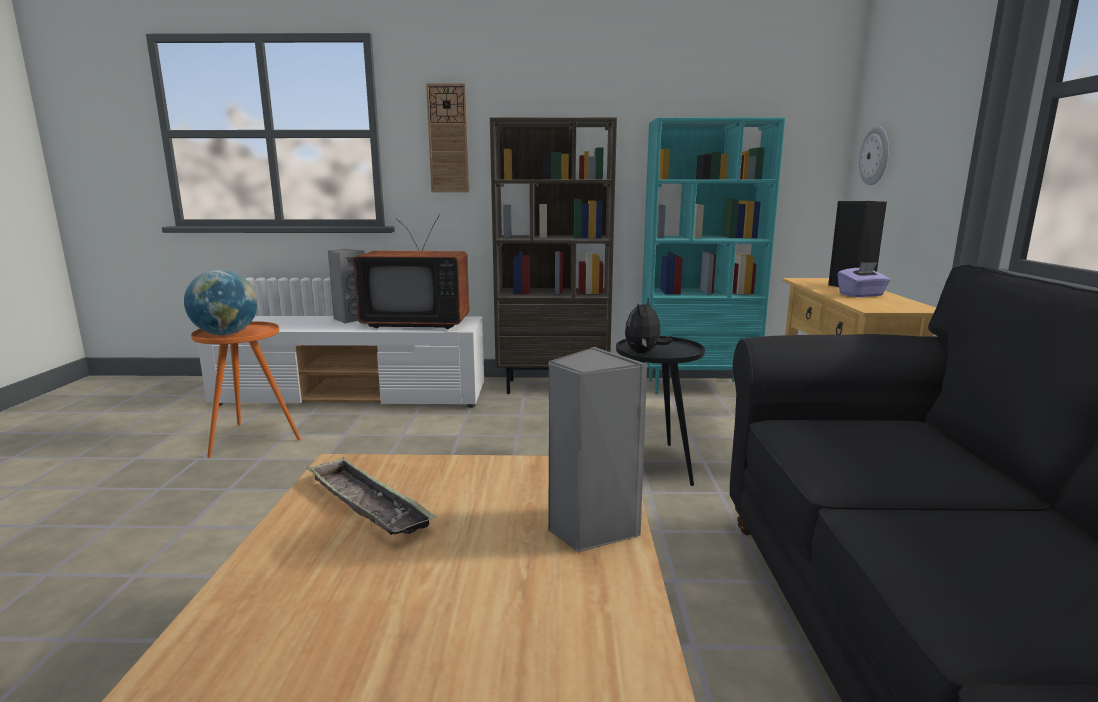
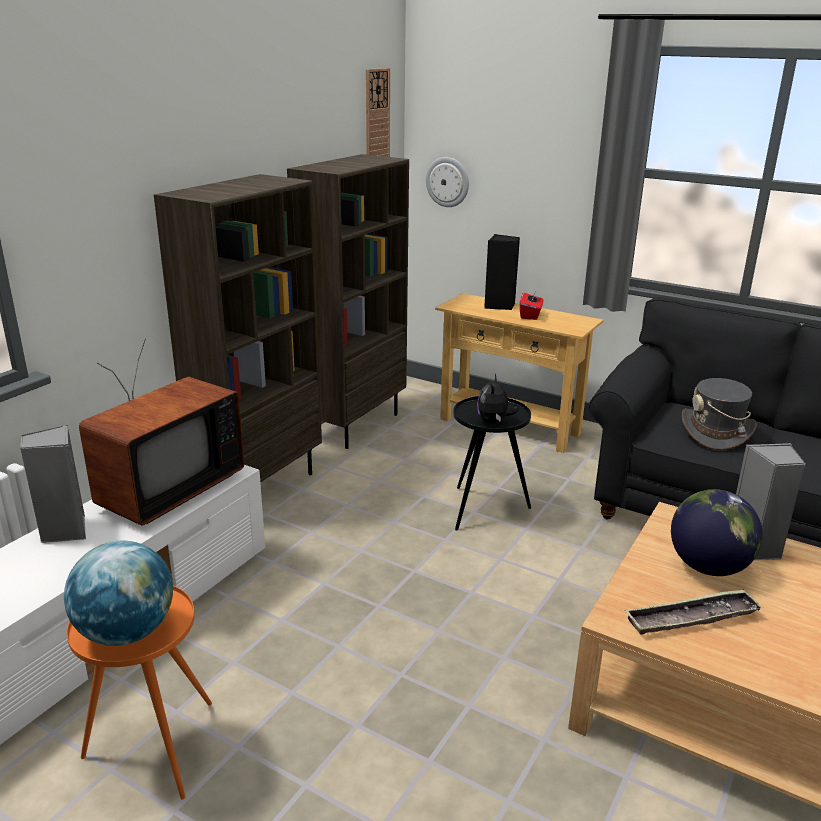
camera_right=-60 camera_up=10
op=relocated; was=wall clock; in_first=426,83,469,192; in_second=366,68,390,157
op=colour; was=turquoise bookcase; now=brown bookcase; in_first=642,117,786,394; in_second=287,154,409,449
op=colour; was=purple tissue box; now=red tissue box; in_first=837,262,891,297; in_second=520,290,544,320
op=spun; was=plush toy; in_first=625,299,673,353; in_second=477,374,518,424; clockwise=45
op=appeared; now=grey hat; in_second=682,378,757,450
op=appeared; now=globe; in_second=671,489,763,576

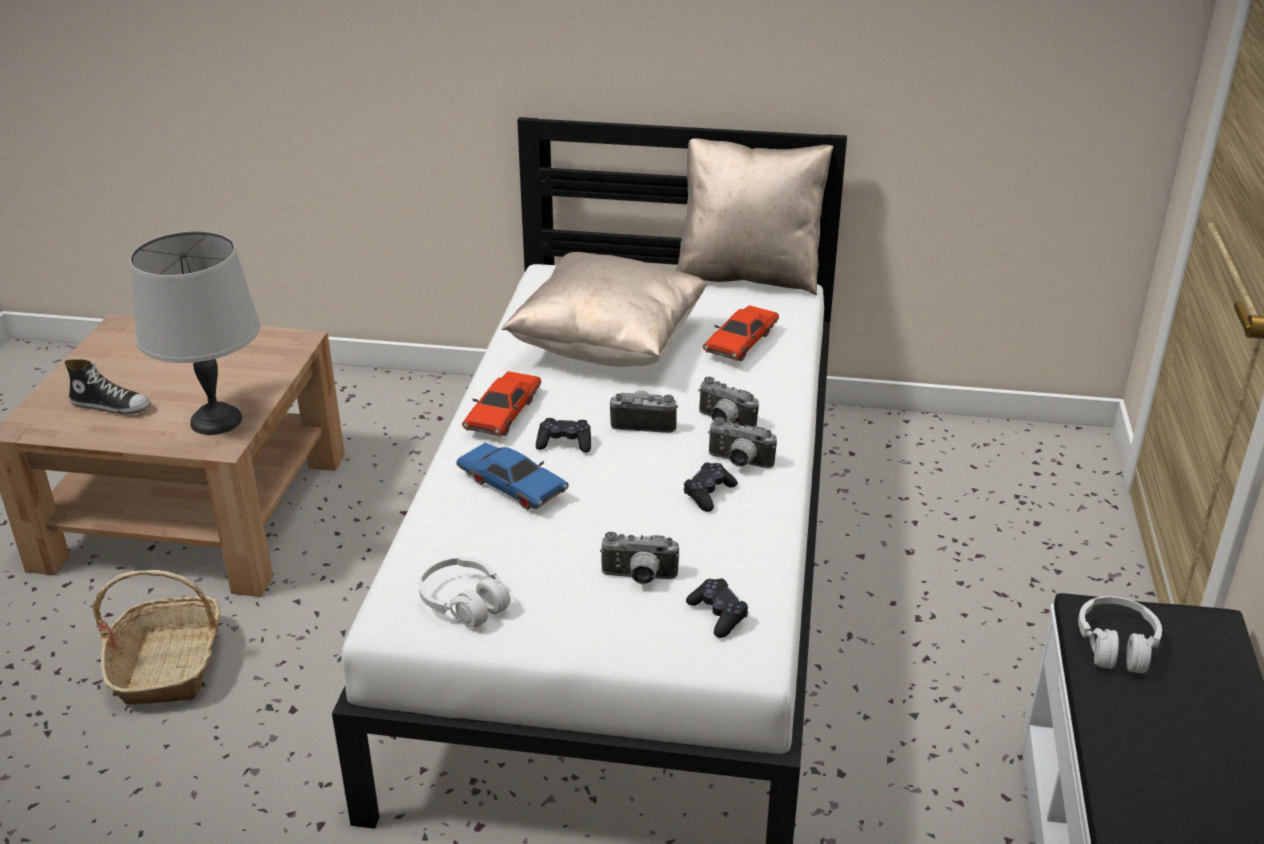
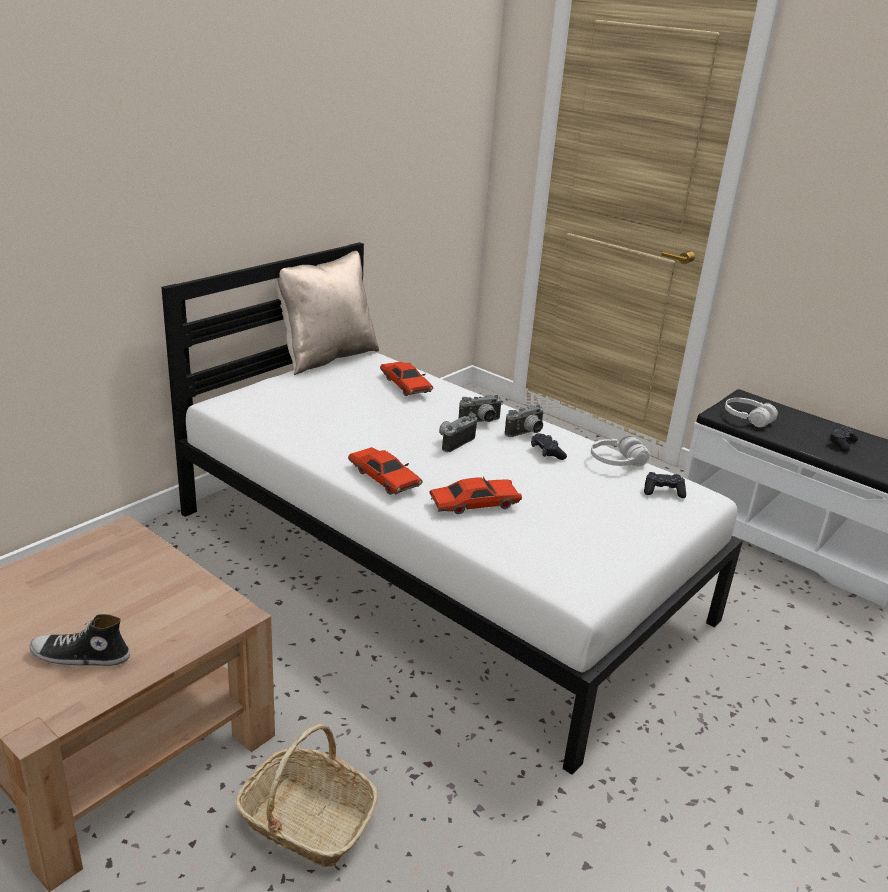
camera_right=-60 camera_up=-5
op=missing; was=grey table lamp; in_first=130,231,260,435
op=missing; was=beige pillow; in_first=501,252,707,367
op=spun; was=shoe; in_first=65,359,152,414; in_second=29,614,130,666; clockwise=-135
op=relocated; was=black game controller; in_first=536,418,591,452; in_second=829,425,858,452
op=colour; was=blue toy car; now=red toy car; in_first=456,443,569,510; in_second=429,477,522,514
op=missing; was=photo camera; in_first=600,532,680,585
op=relocated; was=white headphones; in_first=419,557,510,628; in_second=591,436,649,466

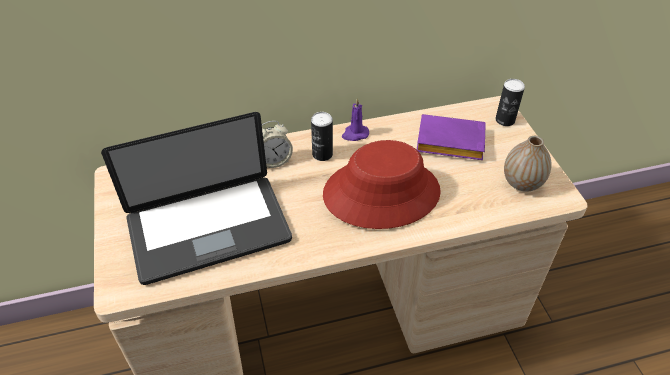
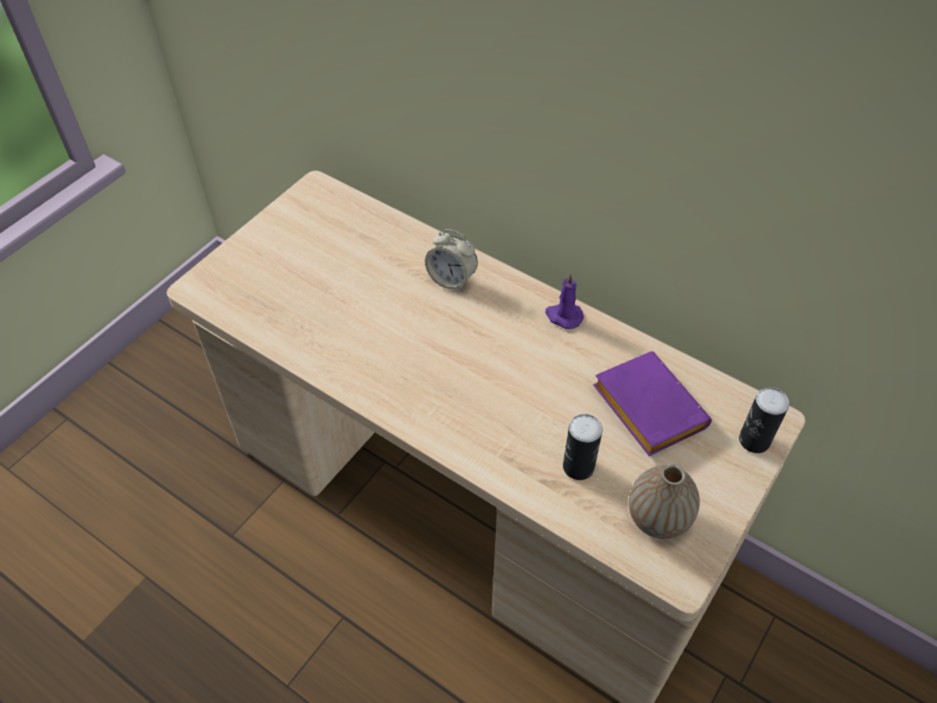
camera_right=50 camera_up=5
op=missing; was=laptop; in_first=101,112,292,285
op=relocated; was=can; in_first=311,112,333,161; in_second=563,414,603,480
op=missing; was=red hat; in_first=323,140,441,229

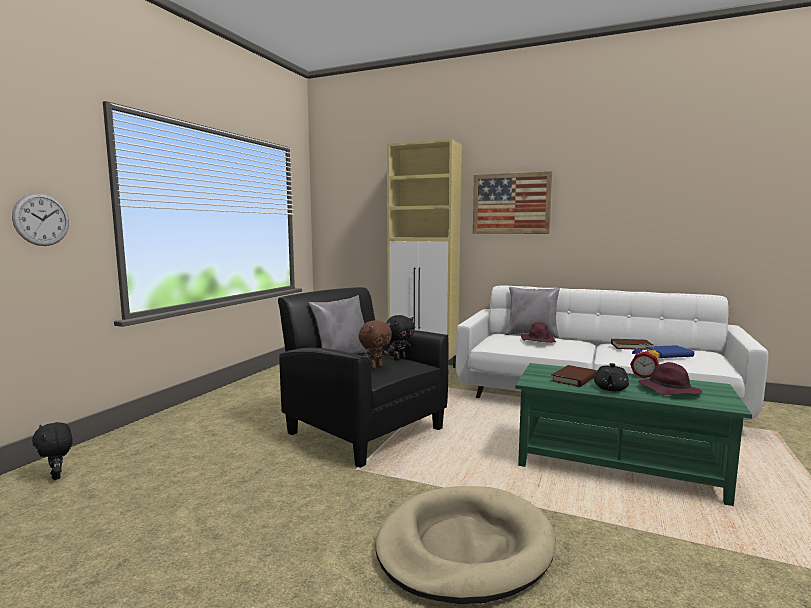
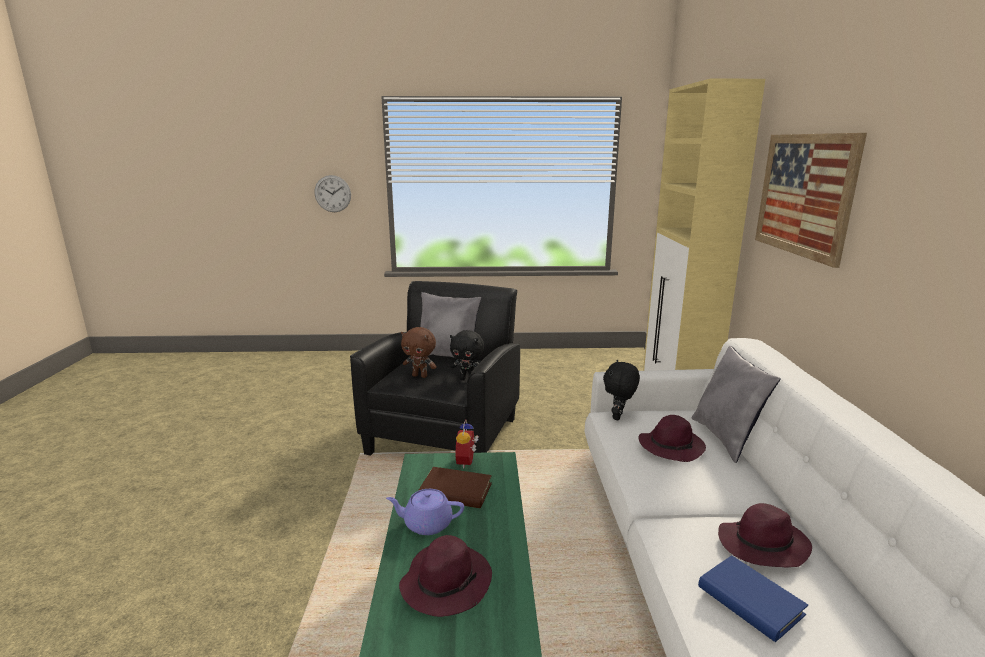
camera_right=65 camera_up=10
op=exchanged; was=brown book; now=purple hat; in_first=611,339,653,350; in_second=718,503,812,567
op=relocated; was=alarm clock; in_first=630,344,659,378; in_second=455,419,479,469
op=colour; was=black teapot; now=purple teapot; in_first=594,363,629,391; in_second=386,489,464,535
op=relocated; was=black plush toy; in_first=32,422,73,480; in_second=603,360,640,420
op=missing; was=beige dog bed; in_first=376,486,556,604

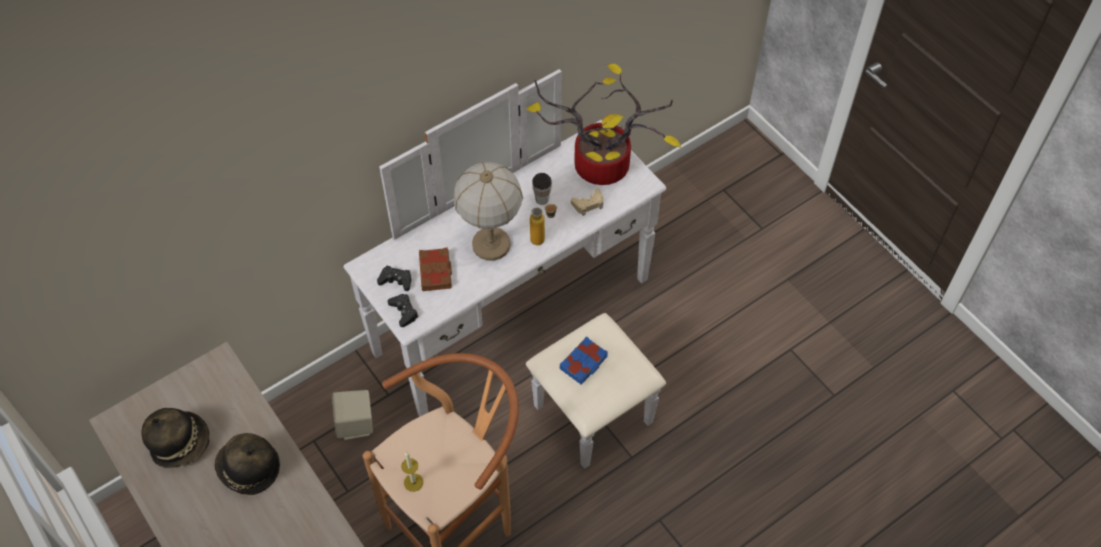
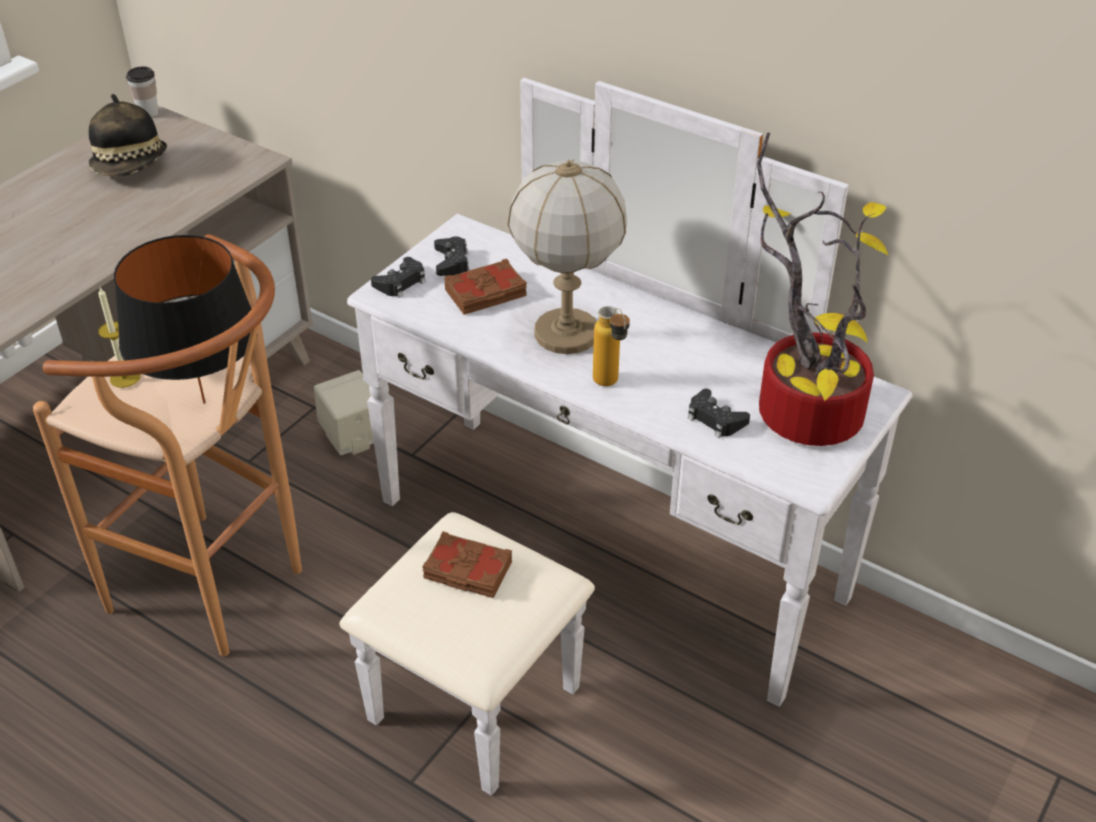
camera_right=70 camera_up=-15
op=relocated; was=cup; in_first=533,173,552,205; in_second=126,67,158,118
op=colour; was=beige game controller; now=black game controller; in_first=571,188,603,216; in_second=688,389,750,438
op=colour; was=blue book; now=brown book; in_first=560,336,608,385; in_second=422,531,512,598
op=missing; was=hat; in_first=215,433,280,495
op=appeared; now=black table lamp; in_second=114,235,258,404

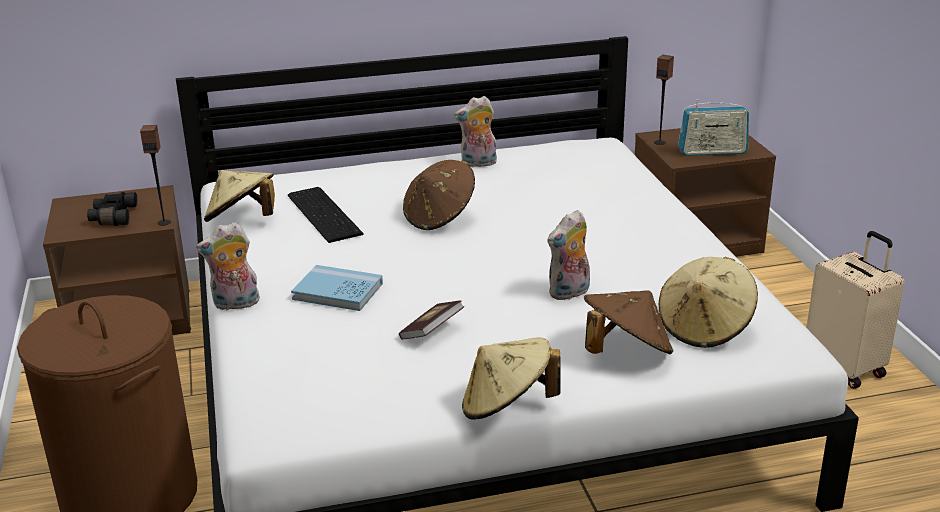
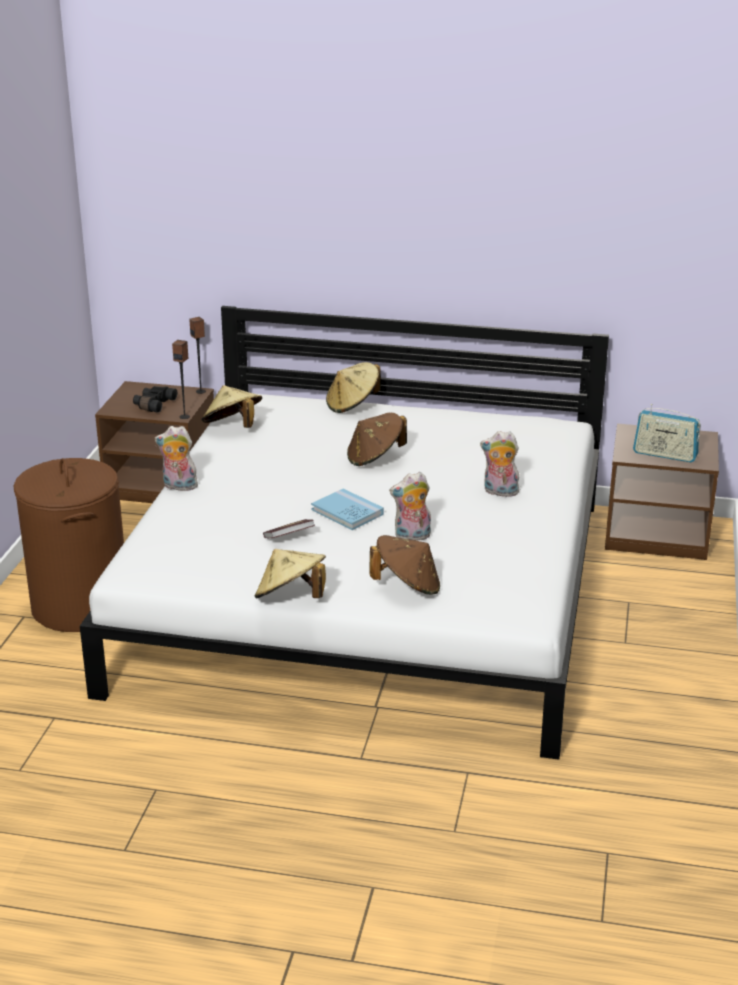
camera_right=25 camera_up=0
op=relocated; was=speaker; in_first=654,55,674,145; in_second=189,317,206,394
op=relocated; was=plush toy; in_first=454,96,497,167; in_second=480,431,519,497
op=missing; was=keyboard; in_first=288,187,364,243
op=missing; was=beige suitcase; in_first=806,231,905,389
op=relocated; was=beige hat; in_first=658,257,758,348; in_second=326,362,381,413
op=relocated; was=blue book; in_first=291,265,383,311; in_second=311,489,384,530

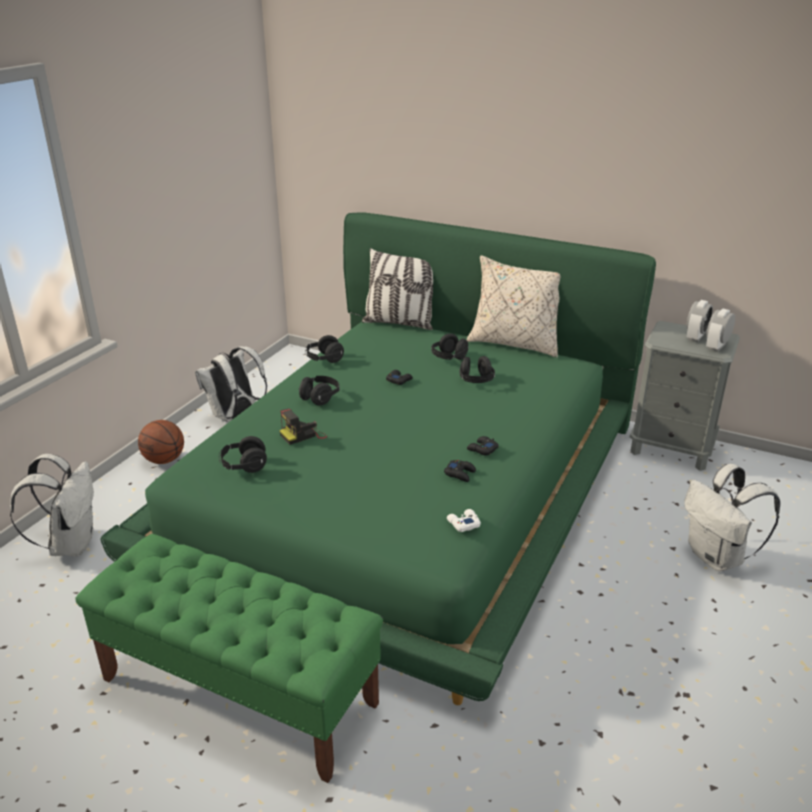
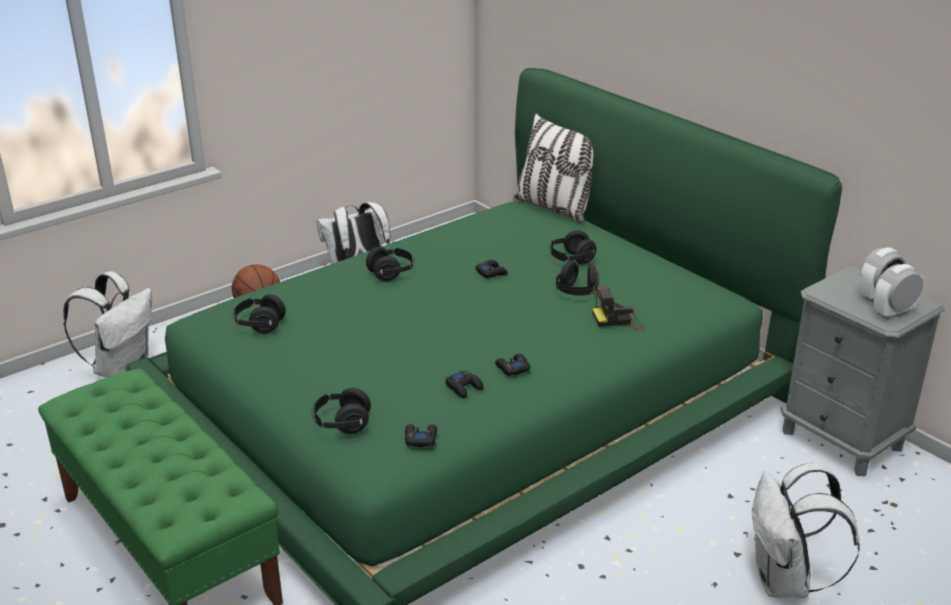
camera_right=25 camera_up=0
op=missing; was=beige pillow; in_first=467,256,560,358
op=relocated; was=black headphones; in_first=305,335,344,363; in_second=312,388,371,434
op=relocated; was=photo camera; in_first=279,408,327,445; in_second=592,286,643,329
op=colour; was=white game controller; now=black game controller; in_first=447,509,481,532; in_second=405,424,437,447

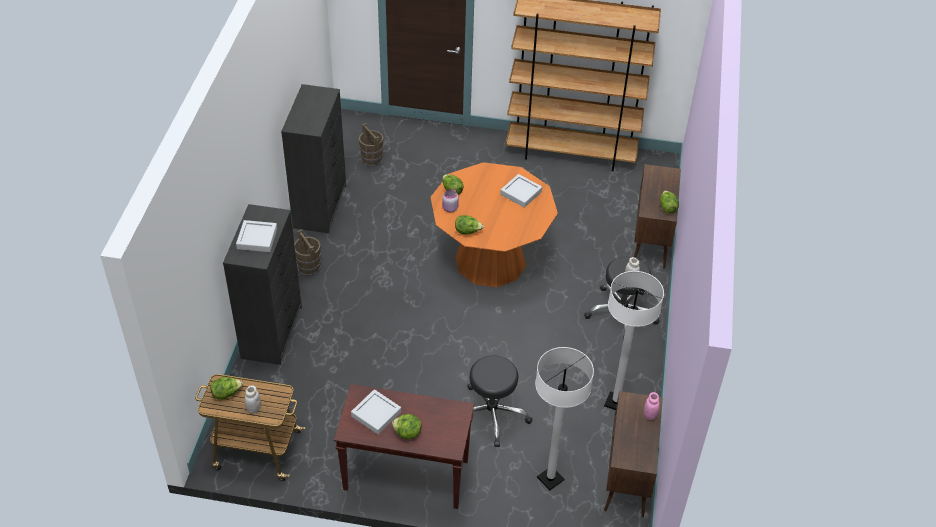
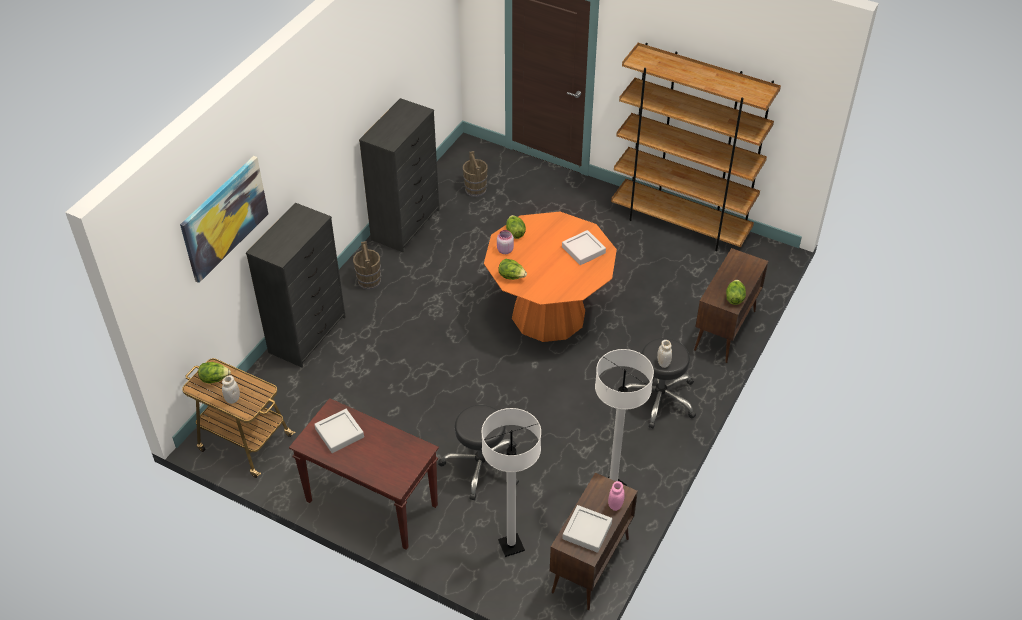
camera_right=20 camera_up=0
op=relocated; was=grey tray; in_first=236,220,277,252; in_second=562,505,612,553
op=missing; was=lettuce; in_first=392,414,422,439
op=appeared; now=picture; in_second=180,156,268,283

